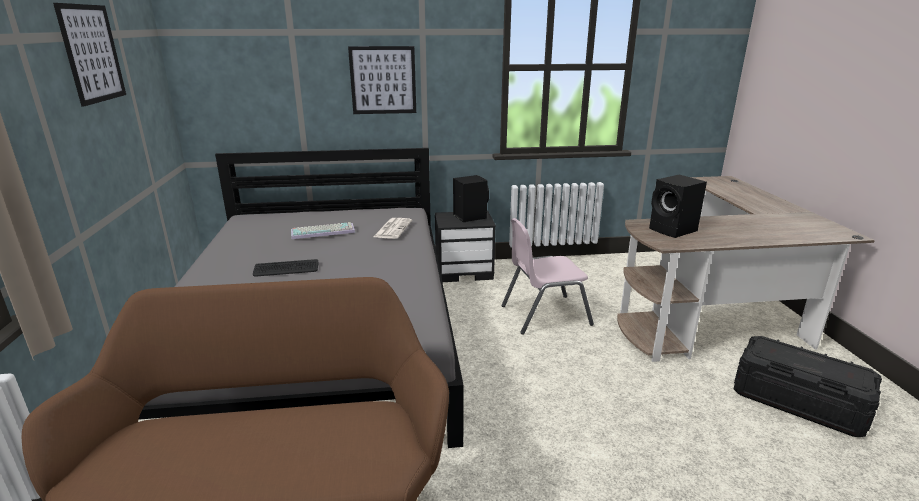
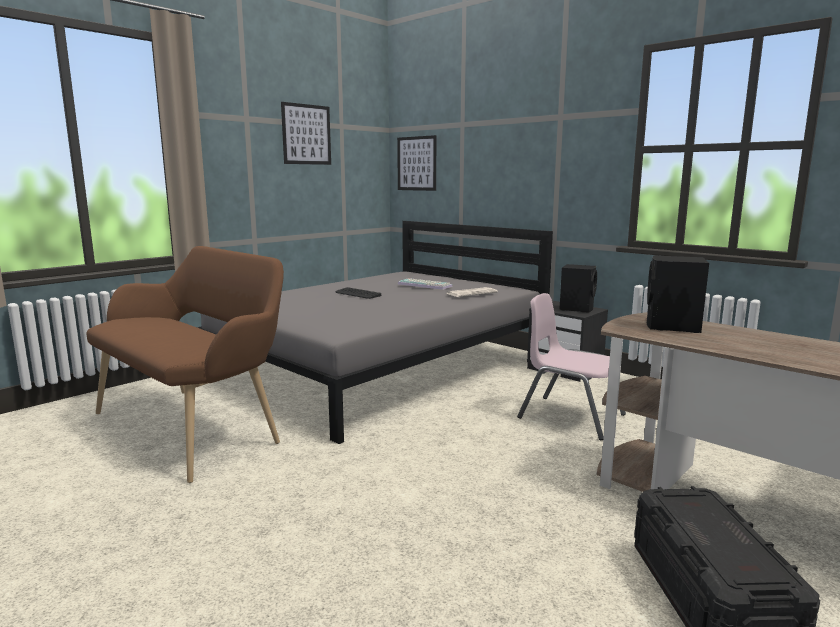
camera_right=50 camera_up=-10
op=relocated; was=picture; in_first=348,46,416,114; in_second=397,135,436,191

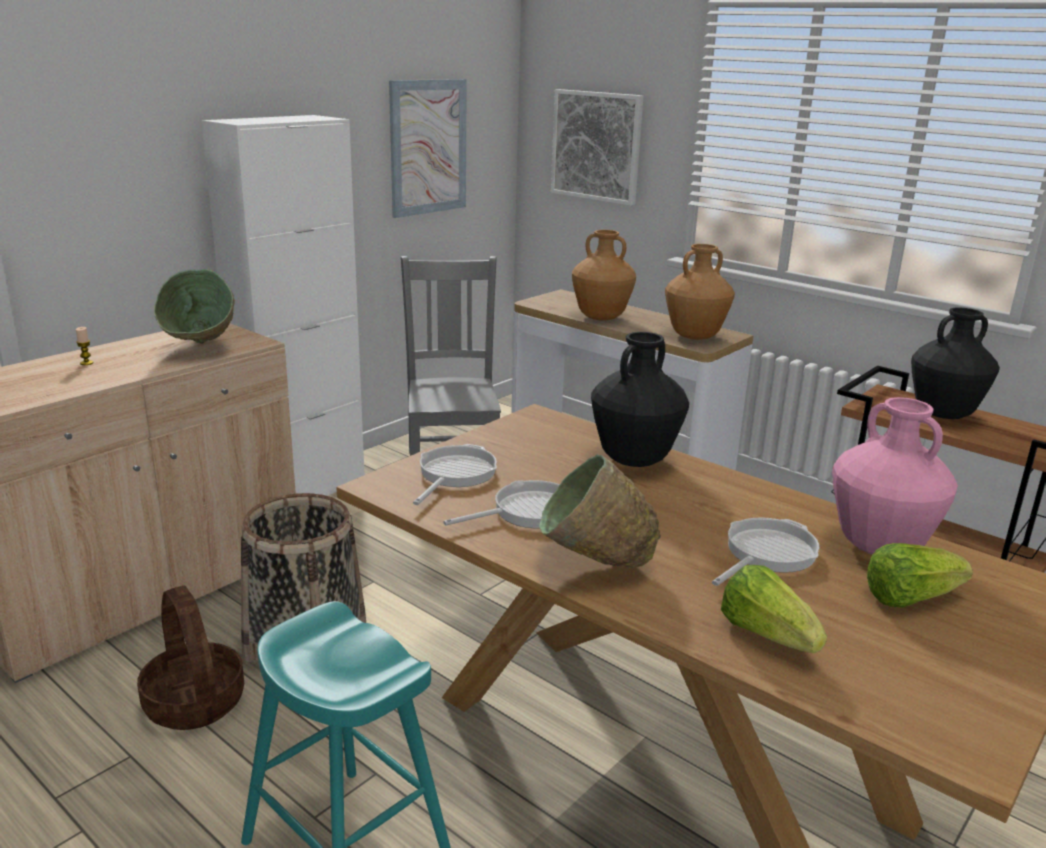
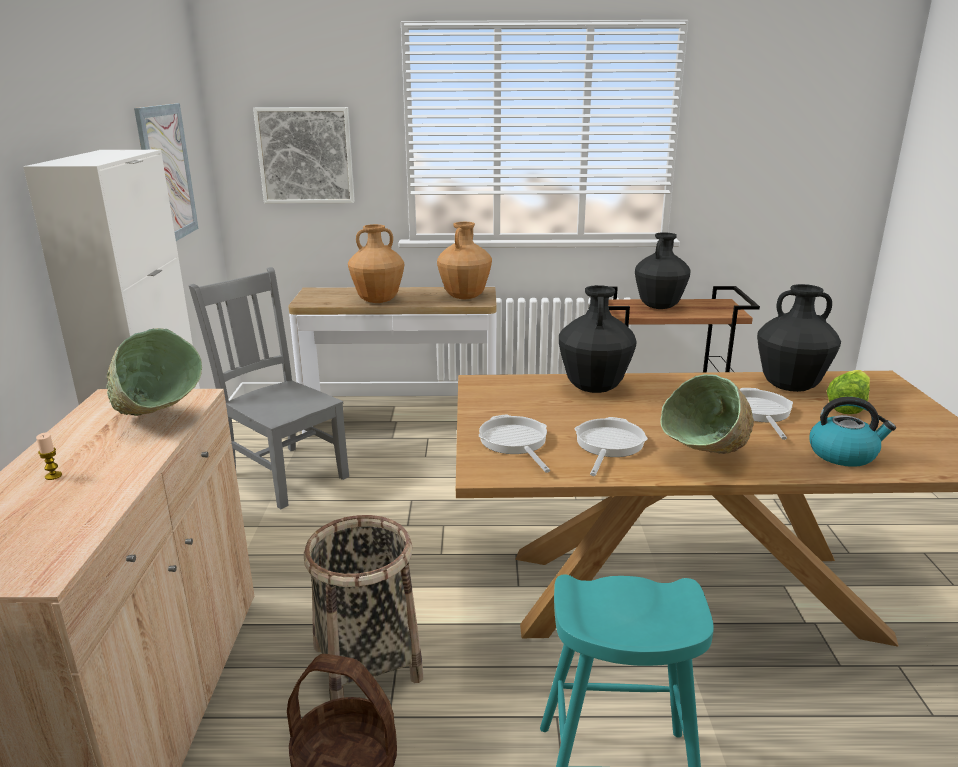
camera_right=-40 camera_up=0
op=colour; was=pink vase; now=black vase; in_first=832,397,958,555; in_second=757,284,841,392
op=exchanged; was=lettuce; now=kettle; in_first=721,565,827,653; in_second=809,397,896,467

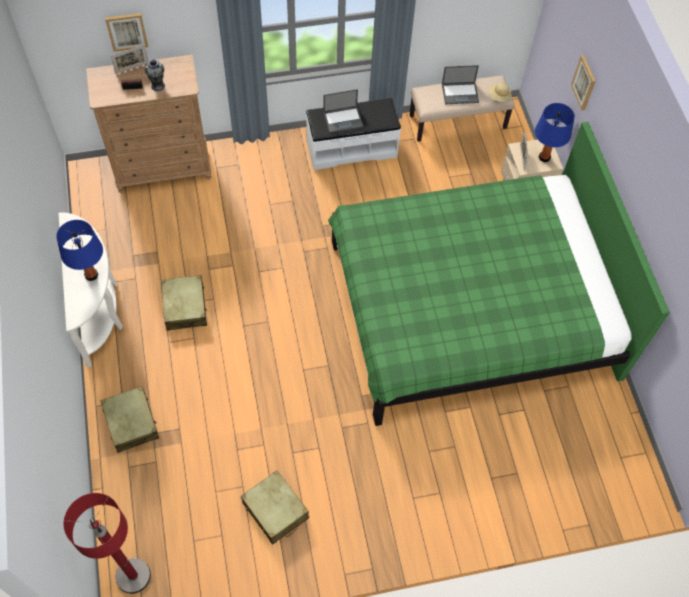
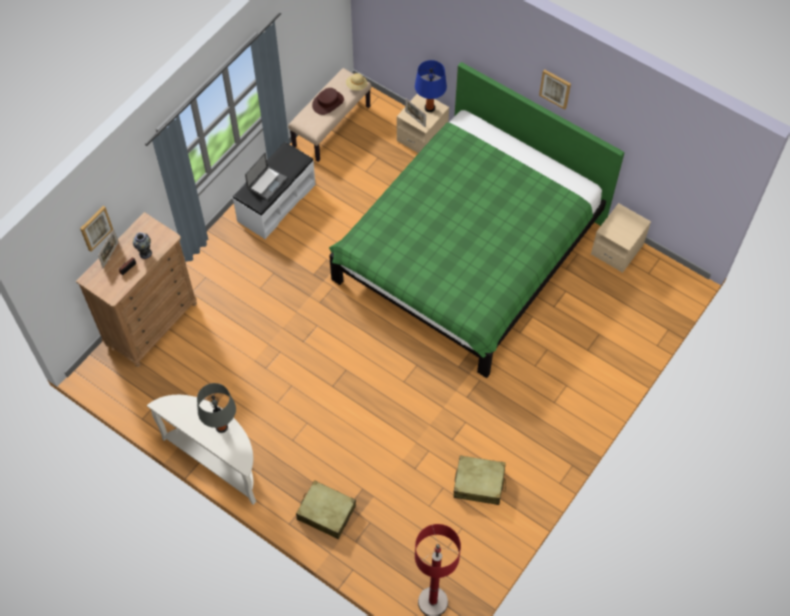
camera_right=-40 camera_up=0
op=relocated; was=picture; in_first=571,55,595,110; in_second=539,69,571,110
op=exchanged; was=laptop; now=brown hat; in_first=442,65,479,104; in_second=312,88,344,115
op=colour; was=blue table lamp; now=grey table lamp; in_first=56,220,103,281; in_second=197,383,236,433
op=missing; was=beige suitcase; in_first=161,275,207,331
op=appeared; now=beige nightstand; in_second=591,203,651,273

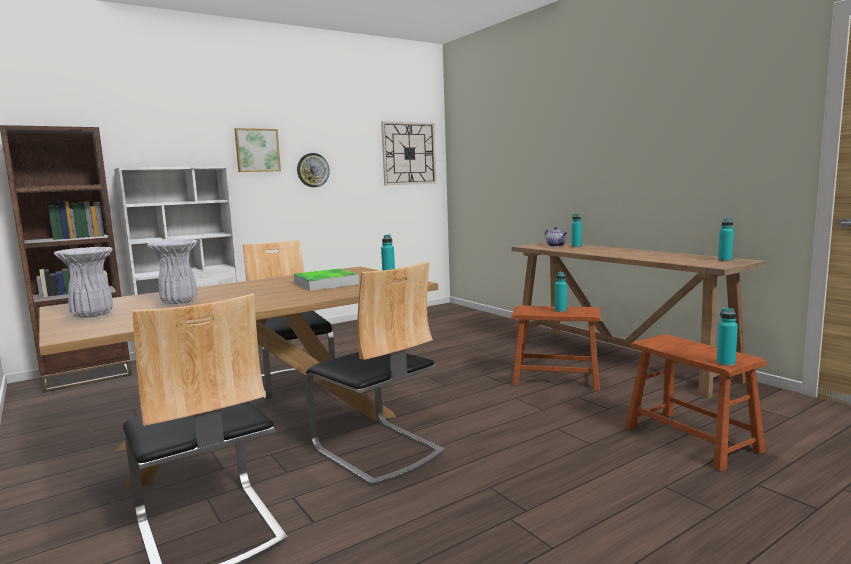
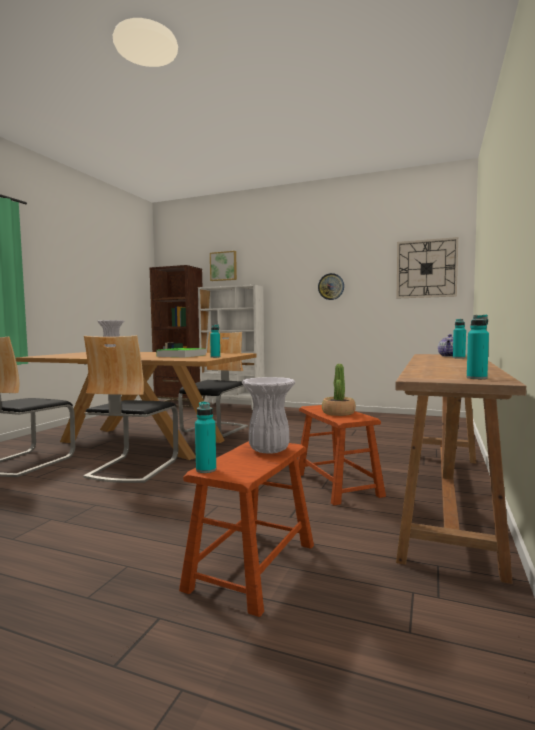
camera_right=55 camera_up=-5
op=relocated; was=picture; in_first=234,128,281,172; in_second=210,251,237,281
op=relocated; was=white vase; in_first=54,247,113,318; in_second=242,377,295,454
op=exchanged; was=turquoise bottle; now=potted plant; in_first=555,272,567,312; in_second=322,364,356,416

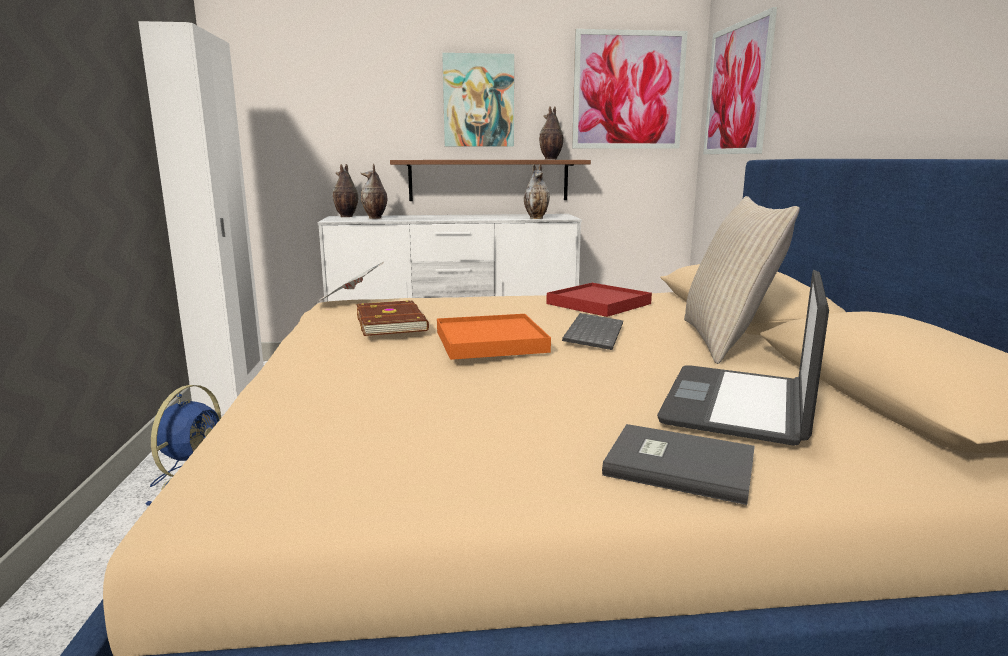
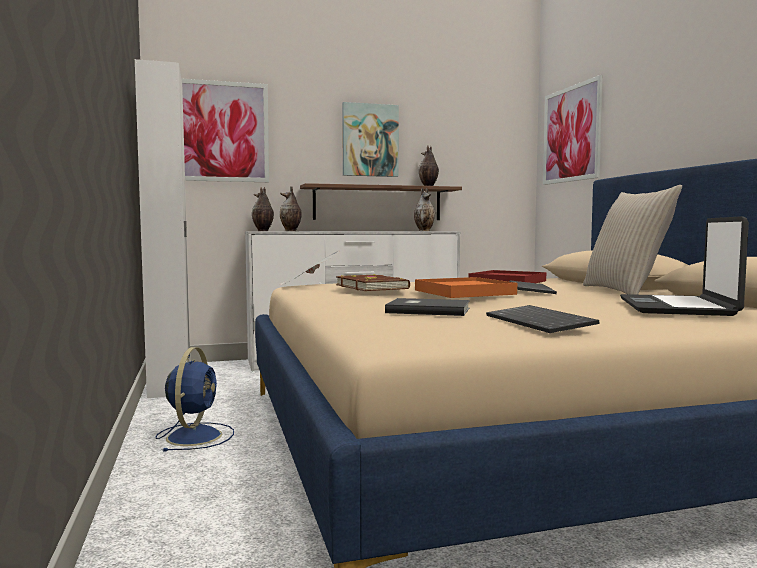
camera_right=-10 camera_up=-10
op=relocated; was=picture; in_first=572,29,688,149; in_second=181,78,269,182
op=relocated; was=grey book; in_first=602,424,755,505; in_second=385,298,470,316
op=appeared; now=keyboard; in_second=486,305,599,333

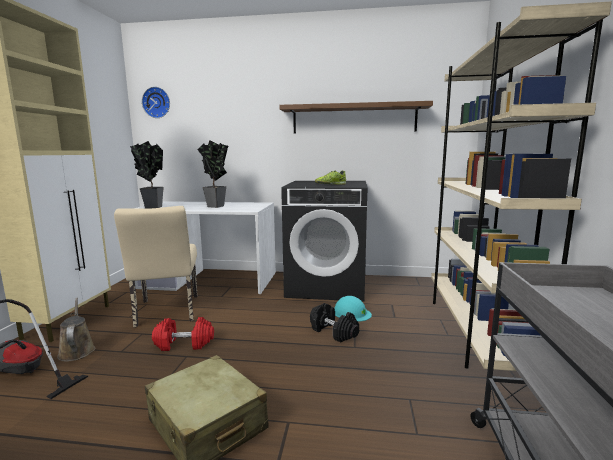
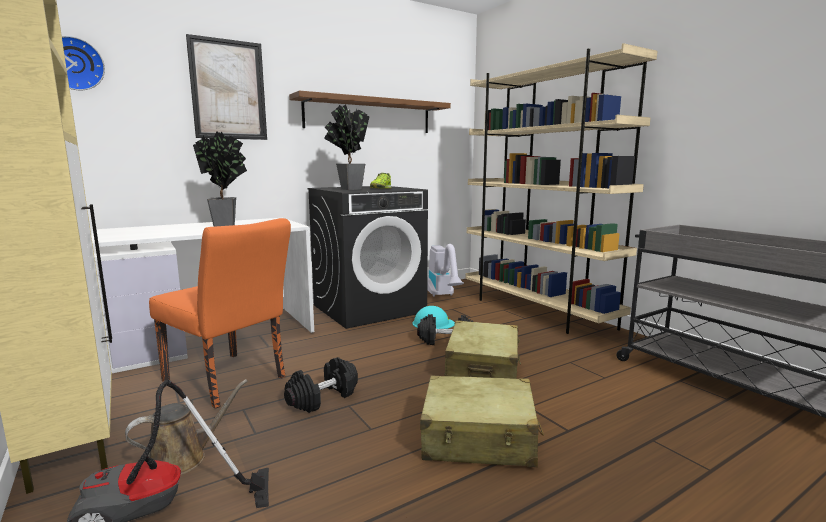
camera_right=-40 camera_up=0
op=relocated; was=potted plant; in_first=130,141,164,208; in_second=324,104,370,190
op=colour; was=beige chair; now=orange chair; in_first=114,206,198,327; in_second=149,218,291,409
op=spun; was=brown watering can; in_first=57,297,96,361; in_second=125,379,248,475; clockwise=120
op=colour; was=red dumbbell; now=black dumbbell; in_first=152,317,214,351; in_second=284,357,358,413
op=appeared; now=picture; in_second=186,34,267,140
op=appeared; now=vacuum cleaner; in_second=427,244,464,297
op=appeared; now=beige suitcase; in_second=445,320,521,379

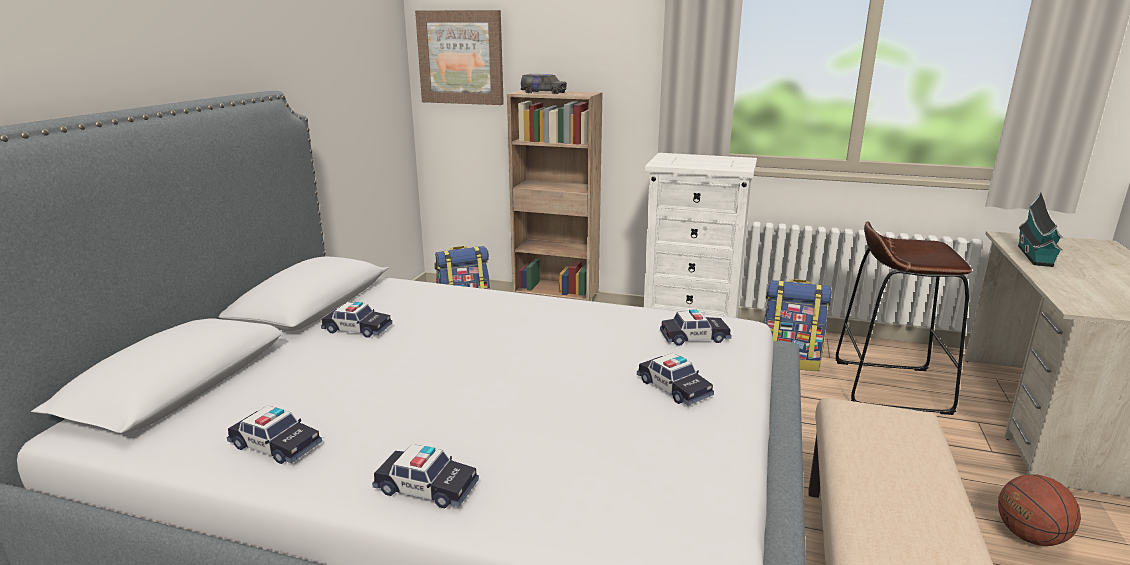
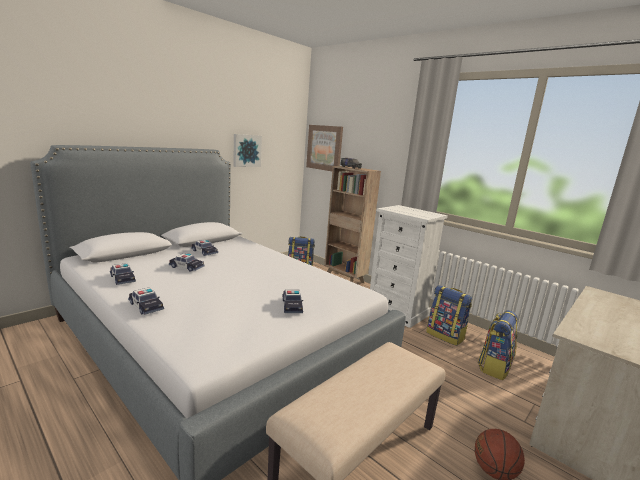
camera_right=25 camera_up=-5
op=missing; was=toy house; in_first=1018,192,1063,267
op=exchanged; was=brown stool; now=backpack; in_first=836,221,972,415; in_second=478,310,518,380
op=relocated; was=toy car; in_first=660,309,732,346; in_second=169,253,205,272
op=appeared; now=picture; in_second=233,134,262,167

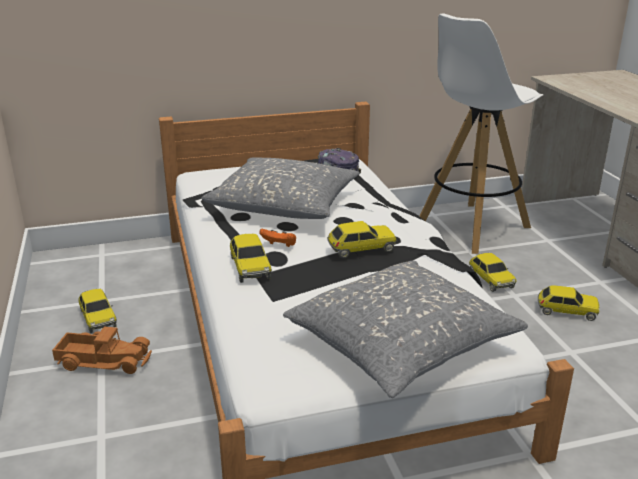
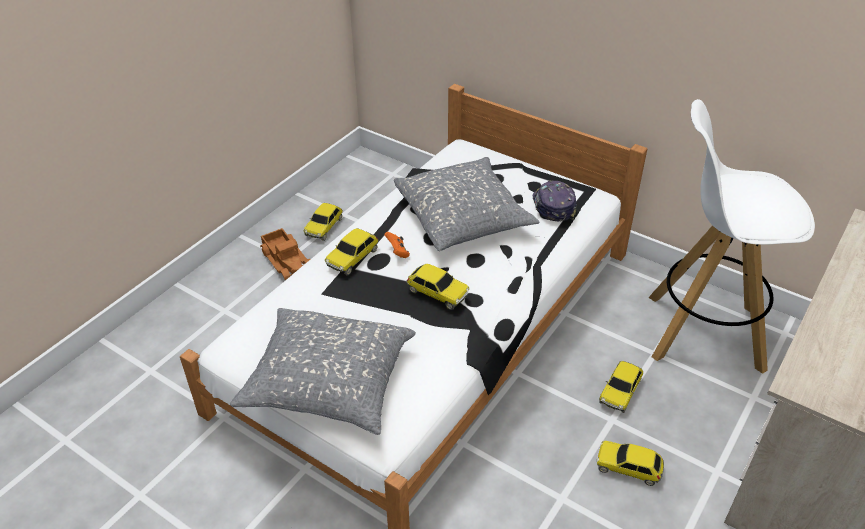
camera_right=50 camera_up=15
op=spun; was=toy car; in_first=538,285,600,321; in_second=597,441,664,486; clockwise=135

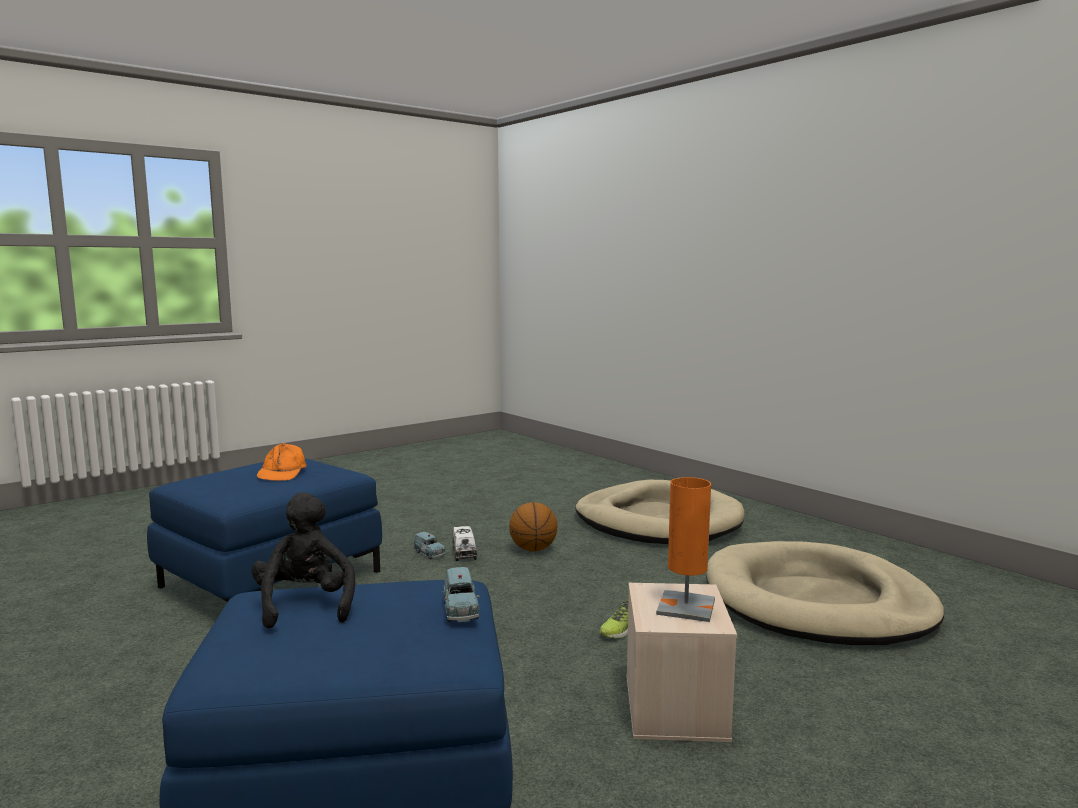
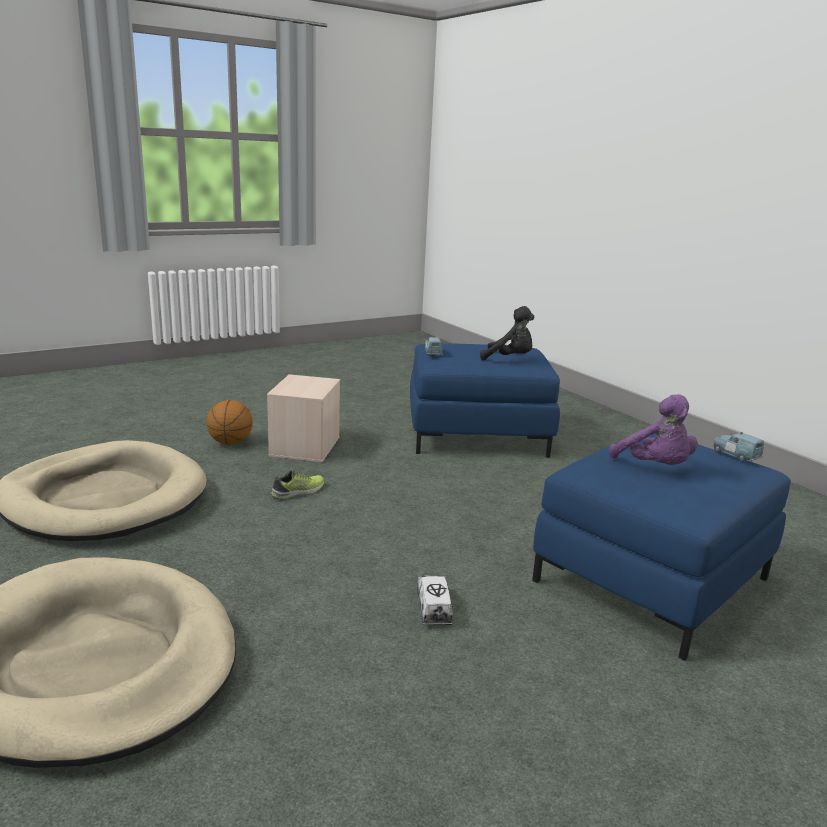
camera_right=-175 camera_up=10
op=exchanged; was=orange cap; now=purple plush toy; in_first=257,443,307,481; in_second=609,394,698,465
op=missing; was=orange table lamp; in_first=656,477,715,622
op=spun; was=black plush toy; in_first=251,492,355,628; in_second=480,306,535,360; clockwise=-60
op=relocated; was=basketball; in_first=509,502,558,552; in_second=207,400,253,445
op=relocated; was=blue toy car; in_first=413,532,446,559; in_second=713,432,764,462

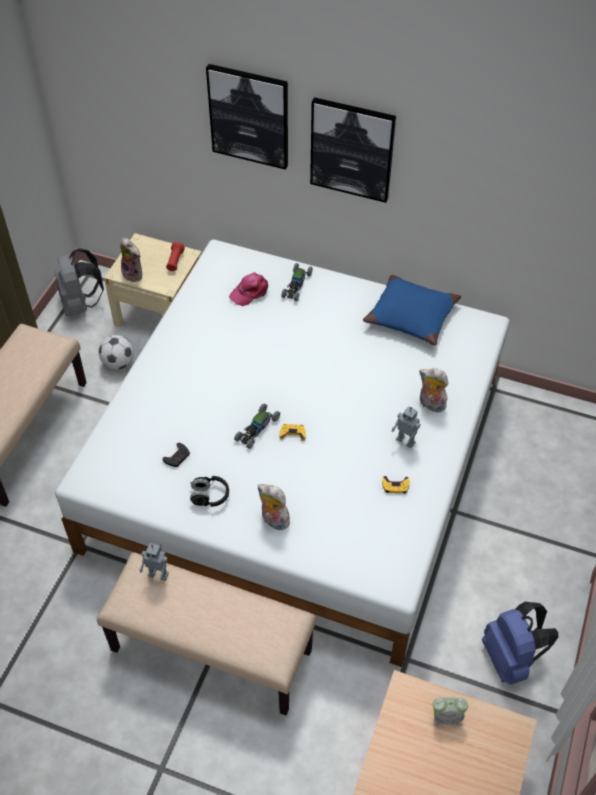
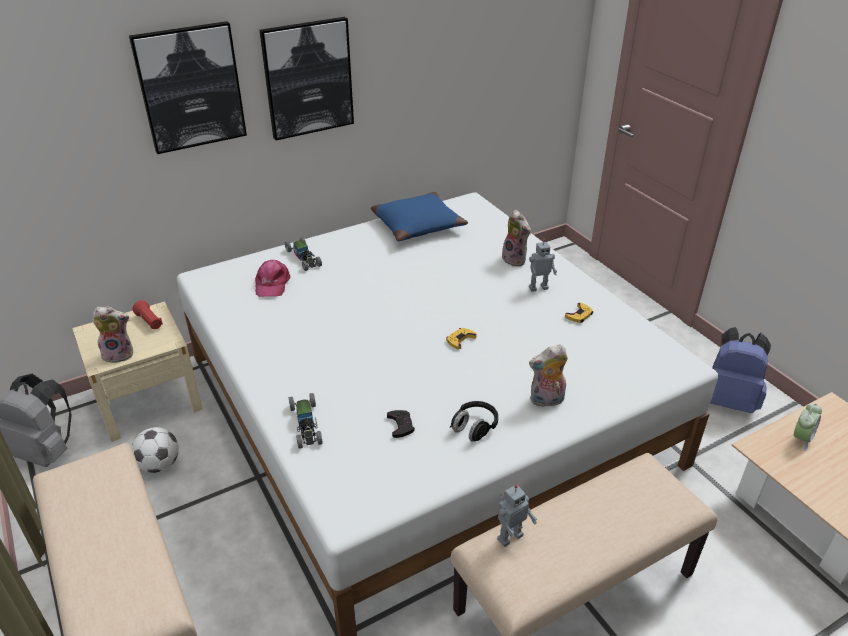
camera_right=-50 camera_up=-15
op=spun; was=plush toy; in_first=419,368,449,412; in_second=502,210,531,266; clockwise=-105
op=relocated; was=toy car; in_first=234,403,280,449; in_second=289,393,323,449

